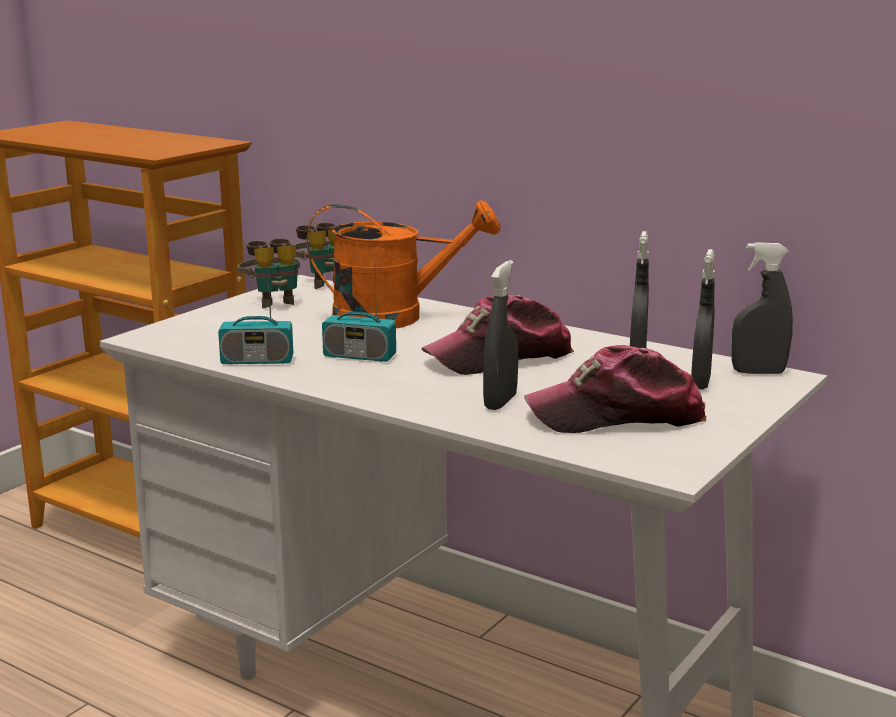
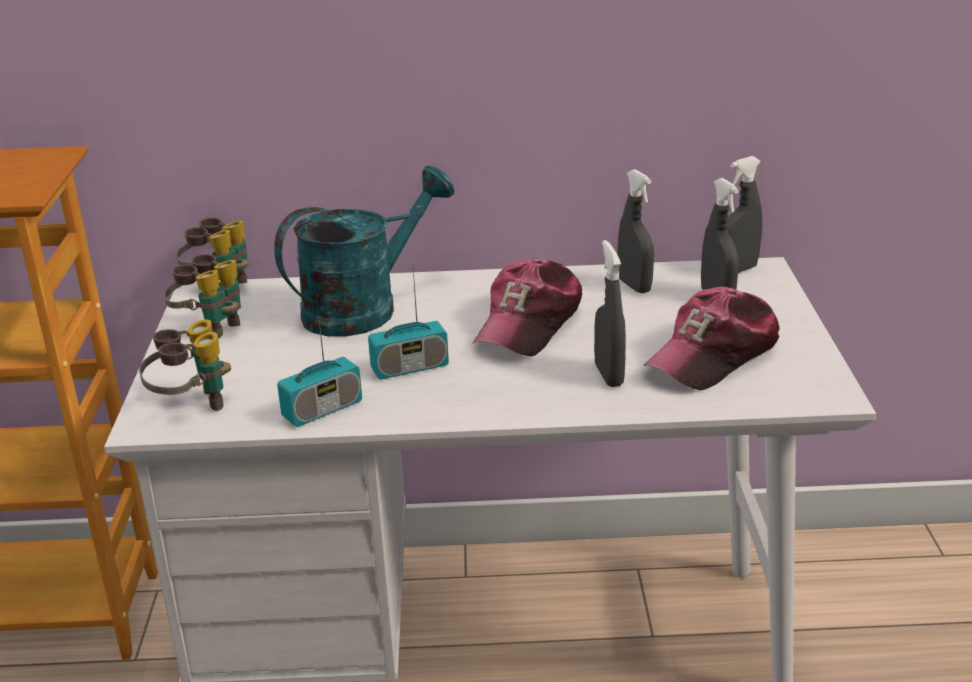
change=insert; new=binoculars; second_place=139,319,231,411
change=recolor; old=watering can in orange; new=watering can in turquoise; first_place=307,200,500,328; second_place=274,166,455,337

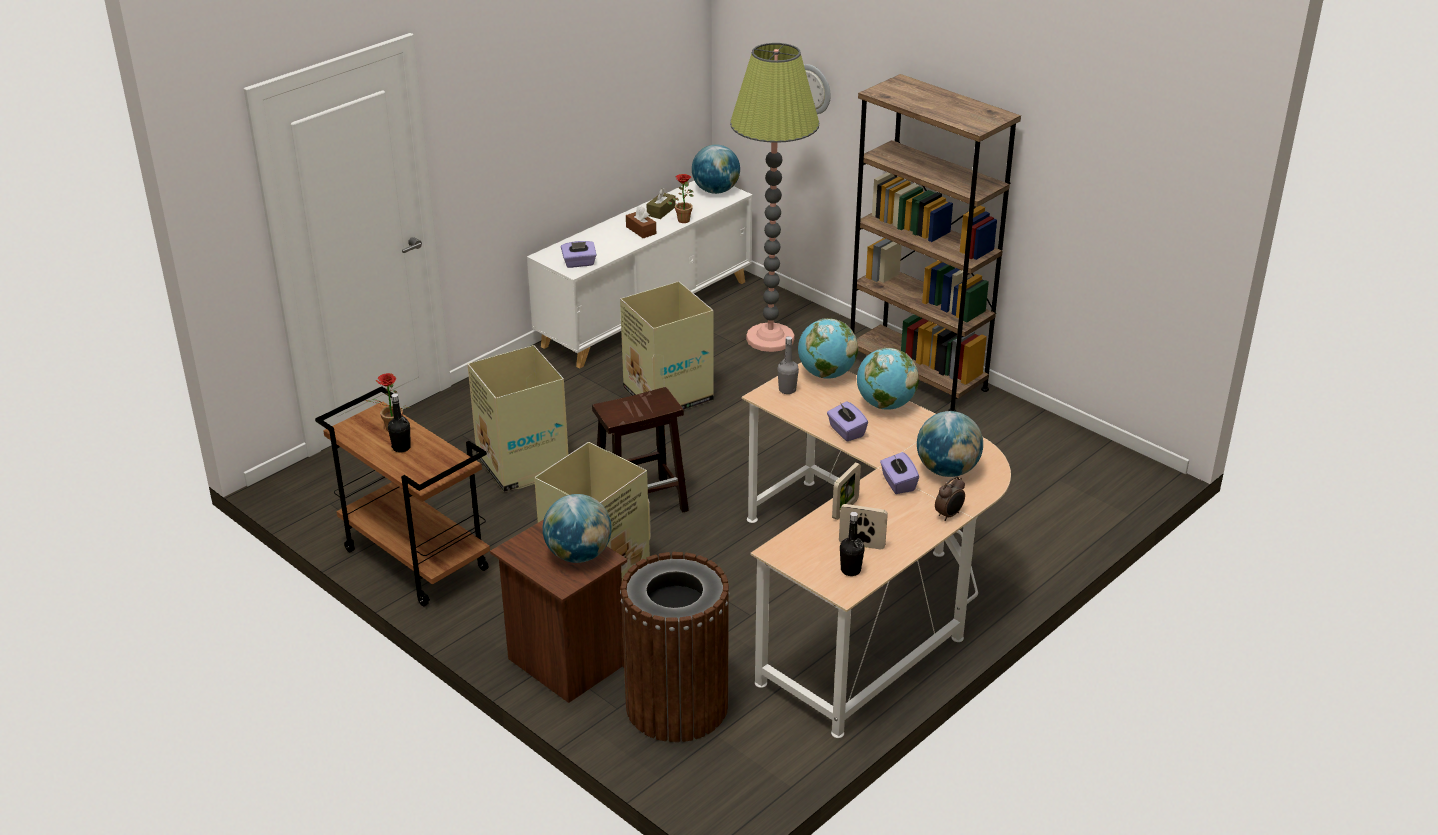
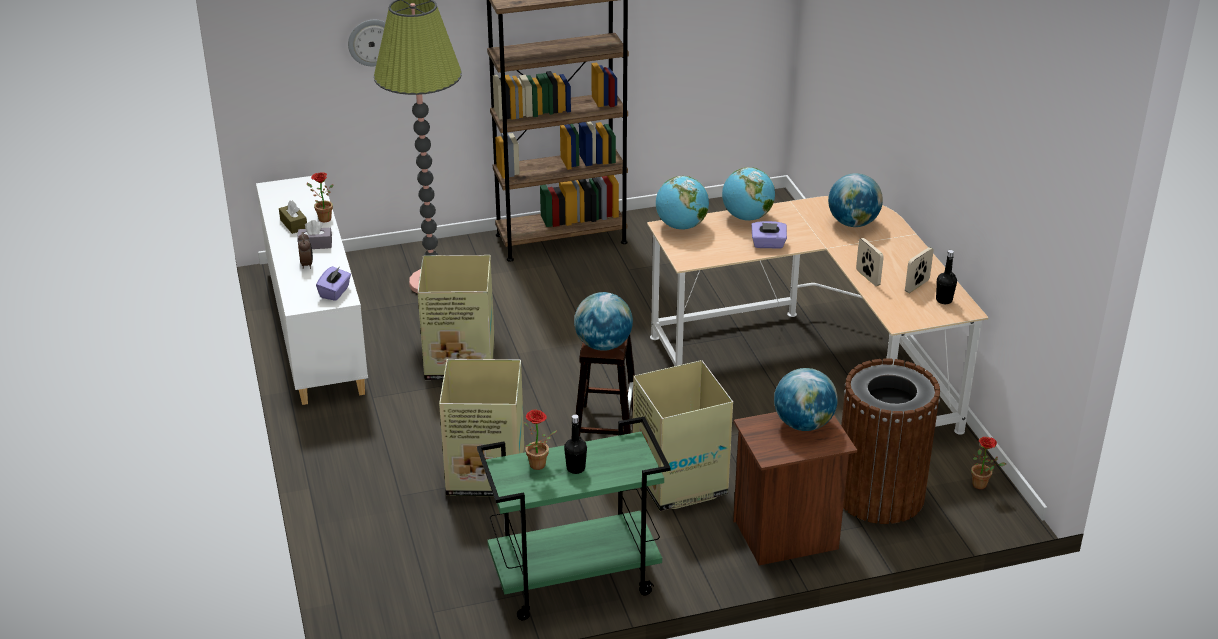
change=delete; old=bottle in grey; first_place=777,336,799,394
change=delete; old=tissue box in purple; first_place=880,452,919,494
change=insert; new=potted plant; second_place=971,437,1006,489
change=move; old=globe; first_place=692,144,740,194; second_place=574,292,633,351
change=move; old=alarm clock; first_place=935,476,965,521; second_place=298,232,313,269
change=recolor; old=cart in brown; new=cart in green; first_place=315,386,490,606; second_place=477,416,671,620
change=recolor; old=tissue box in brown; new=tissue box in grey; first_place=626,206,656,238; second_place=297,220,332,249

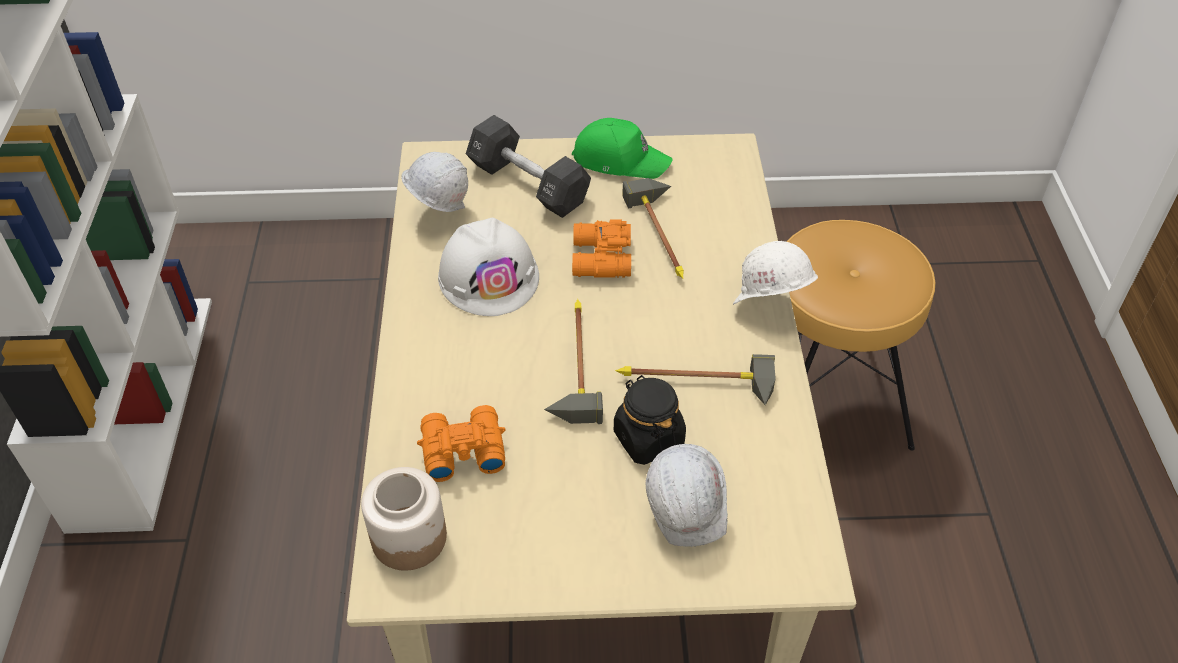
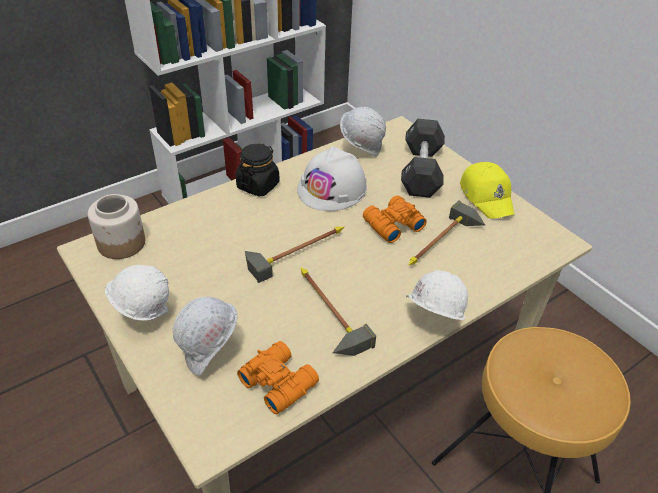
change=insert; new=hard hat in white; second_place=105,265,169,321
change=move; old=binoculars in orange; first_place=417,405,506,482; second_place=237,341,319,415
change=move; old=jar in black; first_place=614,375,686,465; second_place=236,144,280,197
change=recolor; old=cap in green; new=cap in yellow; first_place=572,118,672,179; second_place=460,162,514,219

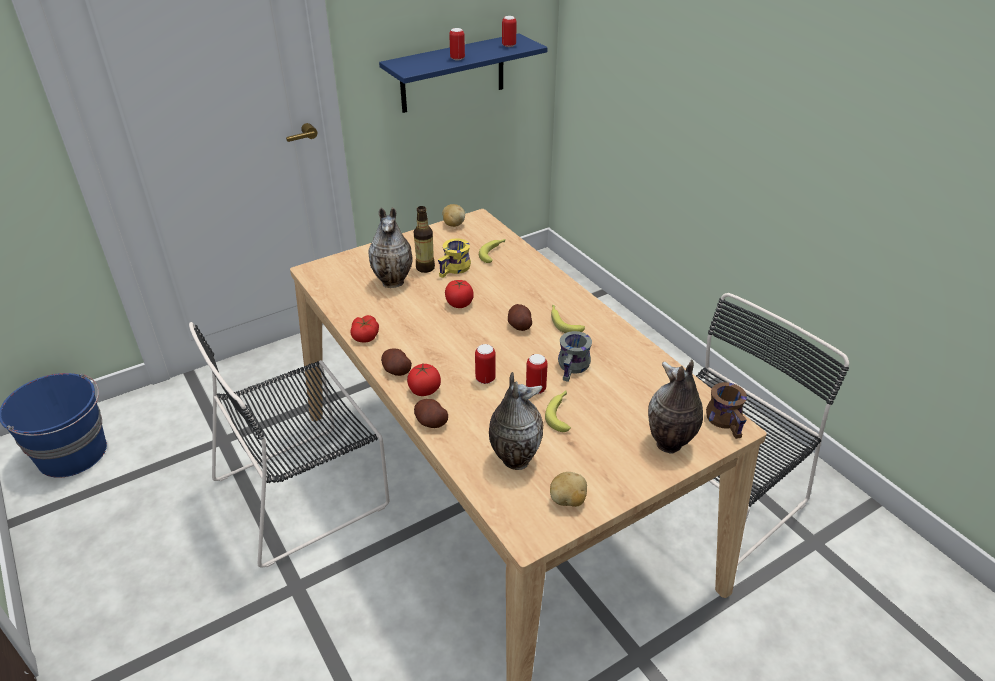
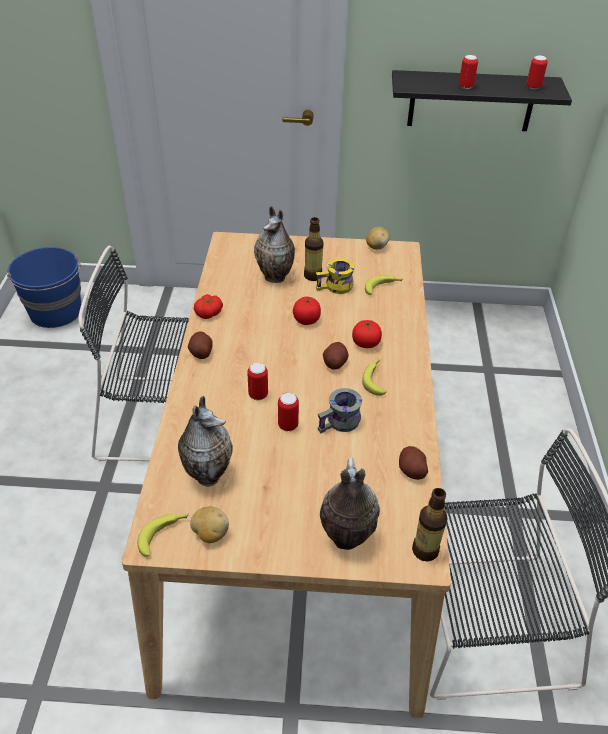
change=move; old=tomato; first_place=407,364,441,396; second_place=352,320,382,348
change=move; old=potato; first_place=414,399,448,428; second_place=399,446,428,480
change=move; old=banana; first_place=545,390,571,432; second_place=138,513,189,557
change=replace; old=mug in brown; new=bottle; first_place=706,382,747,439; second_place=412,488,447,562
change=recolor; old=shelf in blue; new=shelf in black; first_place=379,33,548,113; second_place=392,70,572,131

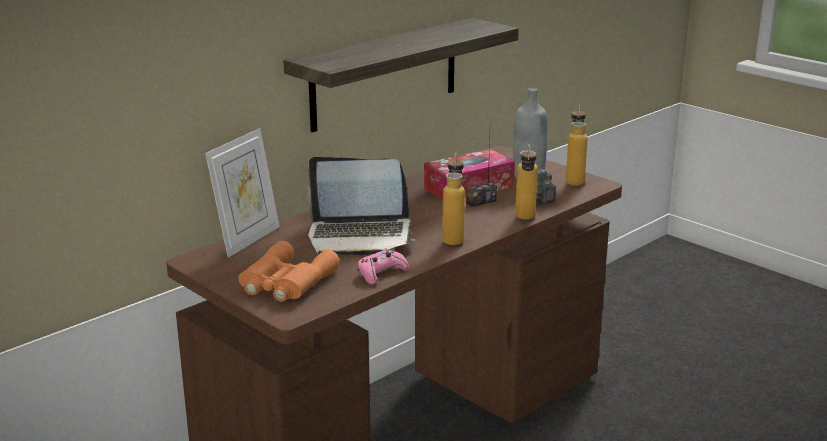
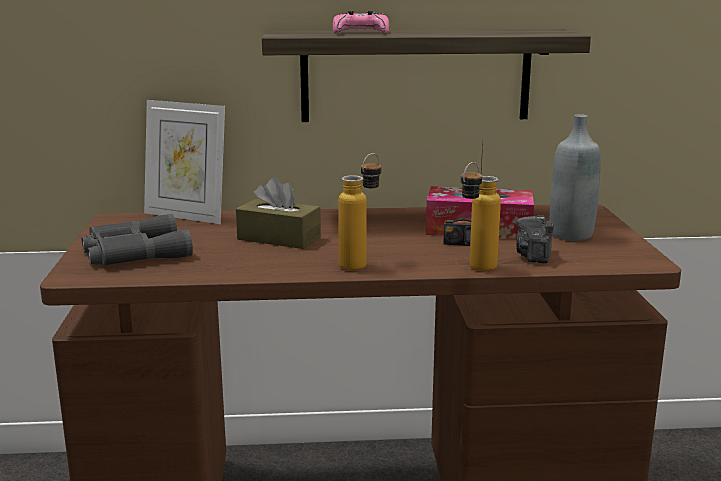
change=delete; old=bottle; first_place=566,105,588,186
change=move; old=game controller in pink; first_place=358,249,409,285; second_place=333,11,389,34
change=replace; old=laptop; new=tissue box in brown; first_place=307,157,415,256; second_place=236,177,321,249
change=recolor; old=binoculars in orange; new=binoculars in grey; first_place=238,241,340,302; second_place=82,214,193,265
change=rotate; old=picture frame; first_place=205,128,280,258; second_place=144,100,225,224; degrees=45

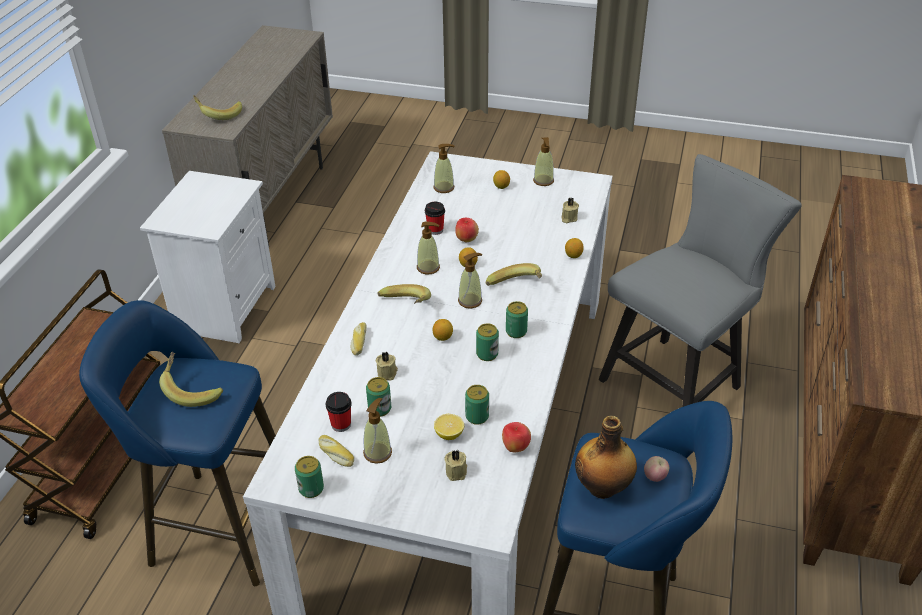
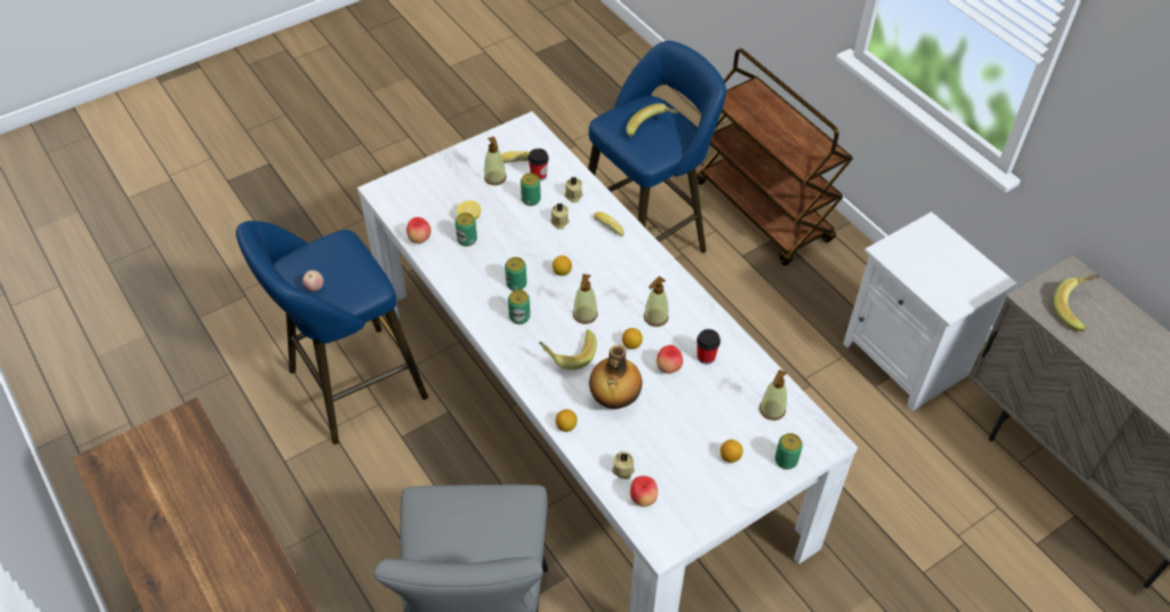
change=delete; old=banana; first_place=377,284,431,304
change=delete; old=soap dispenser; first_place=533,137,554,186
change=insert; new=apple; second_place=630,476,658,507
change=move; old=can; first_place=295,456,324,498; second_place=775,433,803,470
change=move; old=candle in beige; first_place=444,450,467,481; second_place=564,177,583,203
change=move; old=bottle; first_place=575,416,637,499; second_place=589,345,642,409

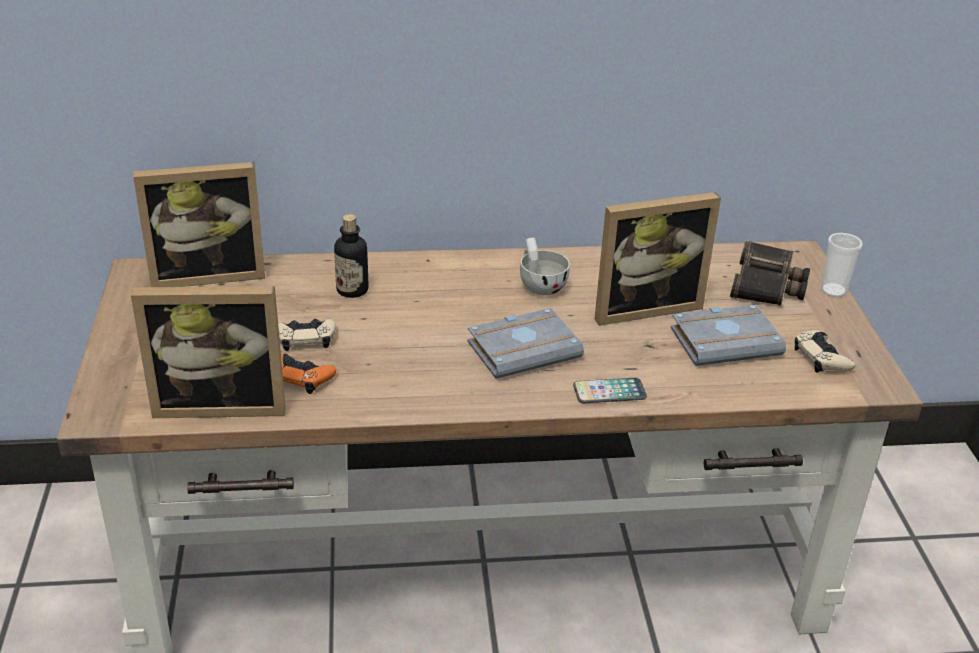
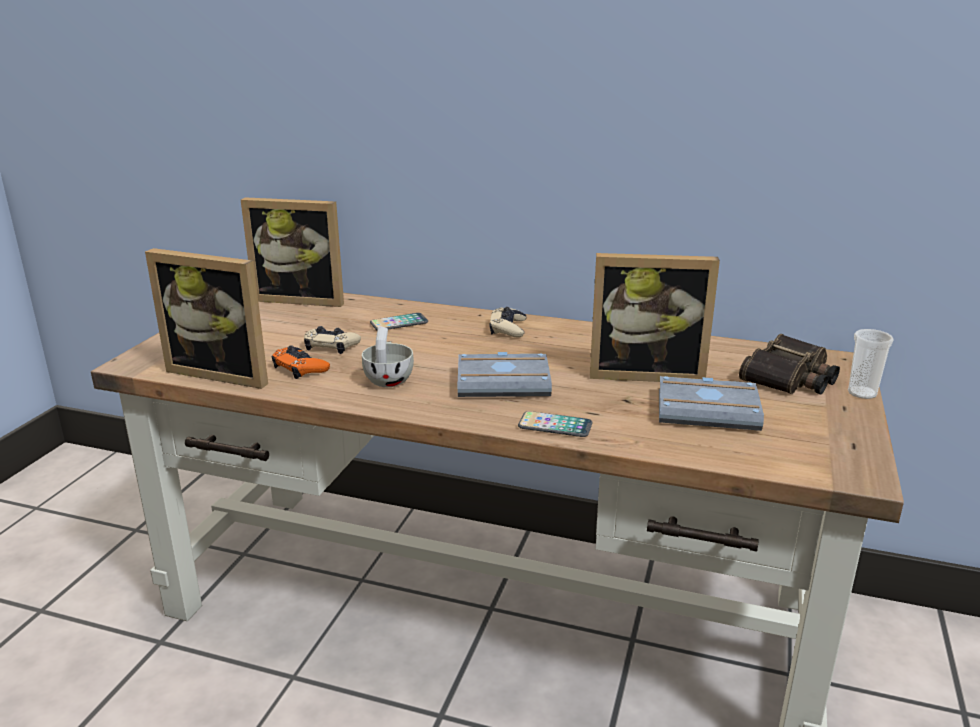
change=move; old=cup in white; first_place=520,237,570,295; second_place=362,327,414,387
change=move; old=game controller in beige; first_place=795,330,855,373; second_place=489,307,526,338
change=replace; old=bottle; new=phone; first_place=334,214,369,298; second_place=370,313,428,330

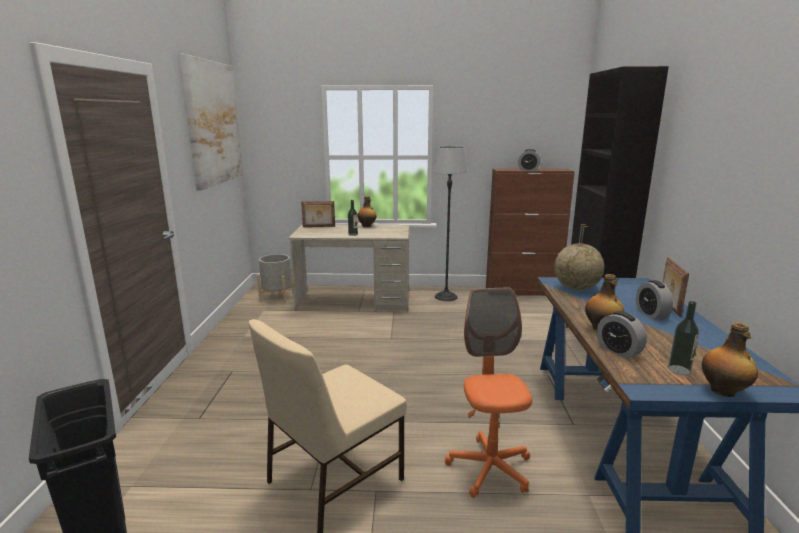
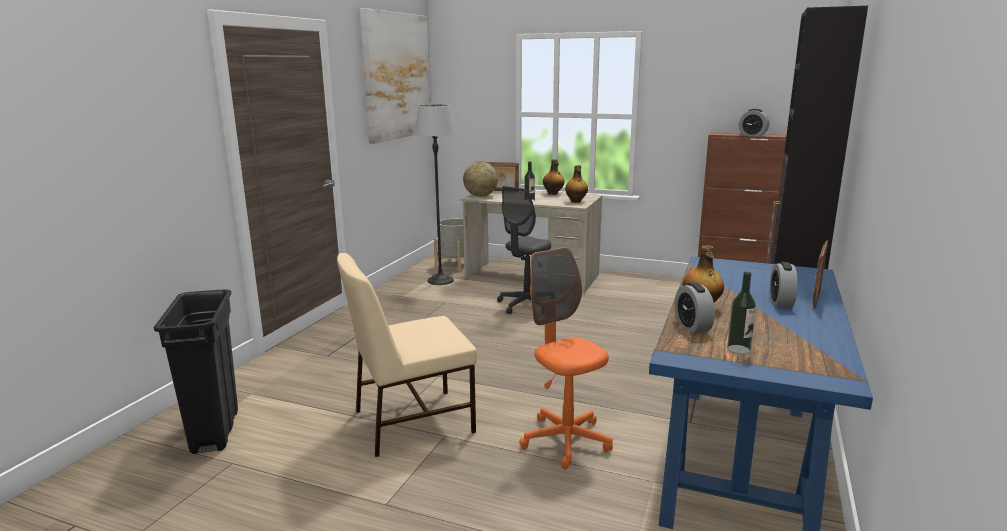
change=insert; new=office chair in grey; second_place=497,186,551,315
change=move; old=floor lamp; first_place=433,146,467,301; second_place=415,104,455,285
change=move; old=globe; first_place=554,243,604,290; second_place=463,161,498,197
change=move; old=bottle; first_place=702,322,758,397; second_place=565,165,588,203
change=rotate; old=office chair in orange; first_place=445,287,532,498; second_place=519,247,613,469; degrees=-45

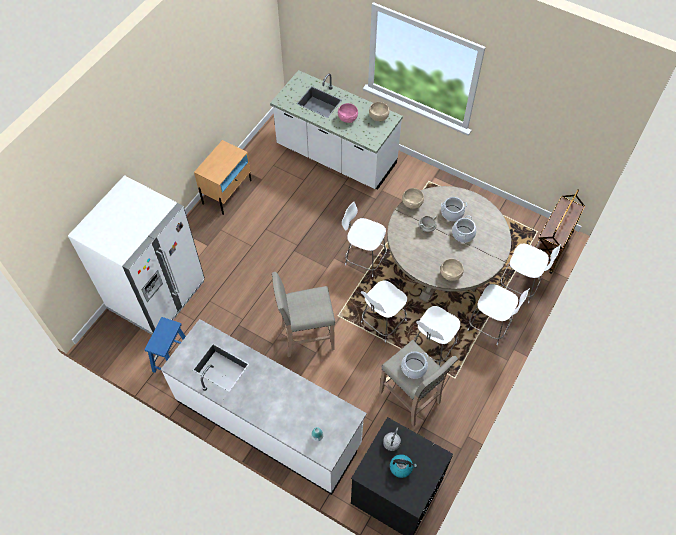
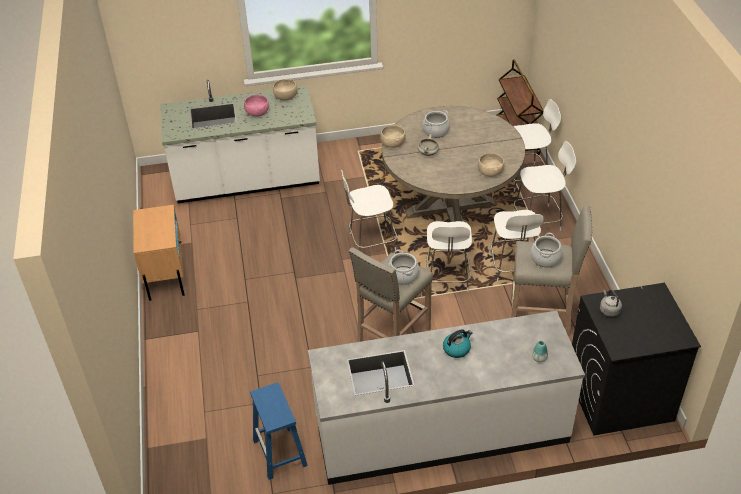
change=delete; old=fridge in white; first_place=68,175,205,335
change=move; old=kettle; first_place=390,454,417,478; second_place=443,329,472,358
change=move; old=cooking pot; first_place=452,215,476,243; second_place=388,250,419,285

